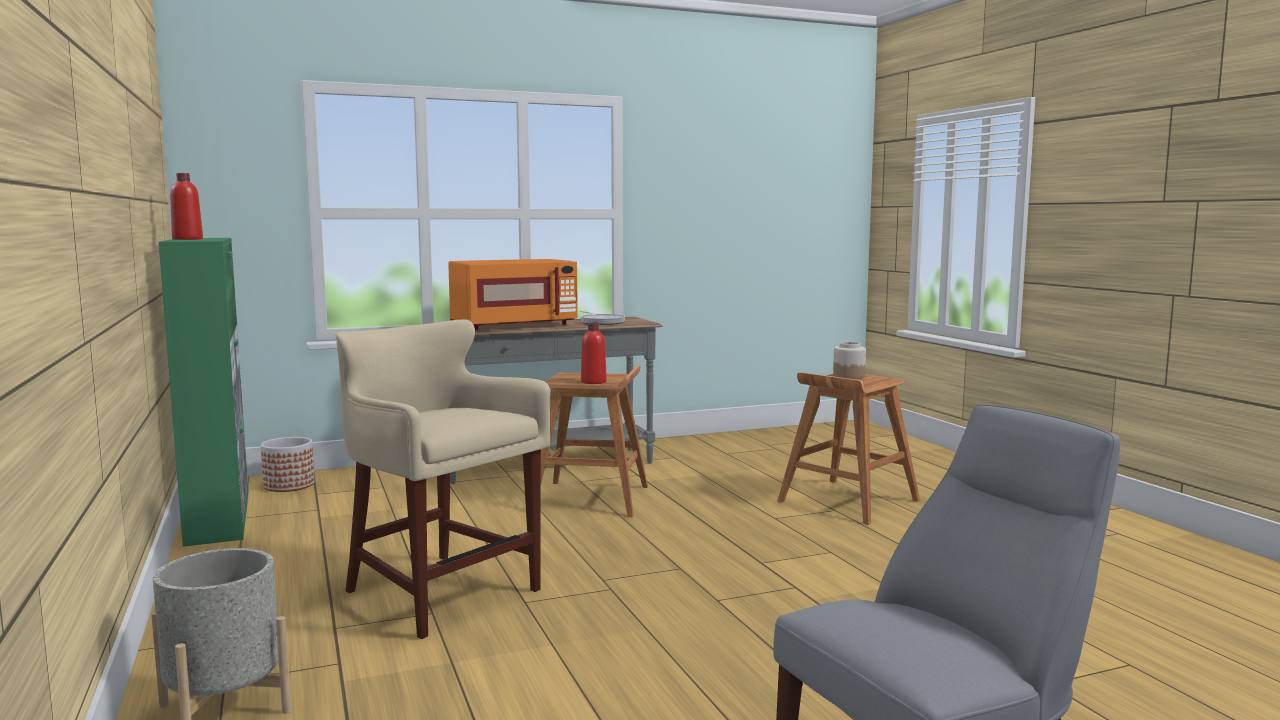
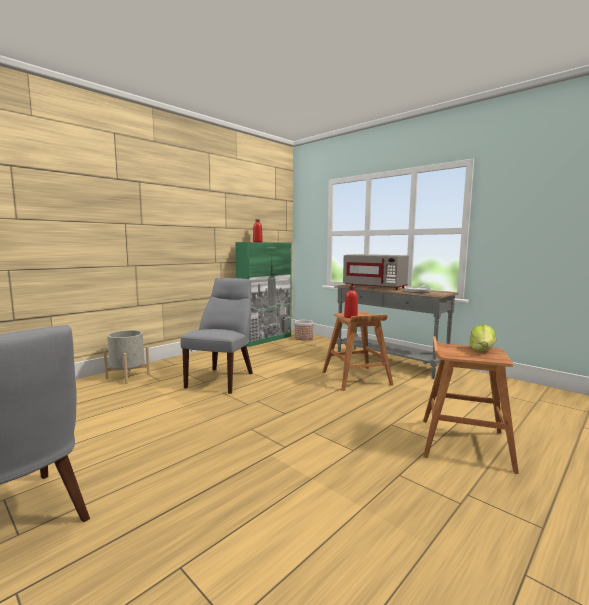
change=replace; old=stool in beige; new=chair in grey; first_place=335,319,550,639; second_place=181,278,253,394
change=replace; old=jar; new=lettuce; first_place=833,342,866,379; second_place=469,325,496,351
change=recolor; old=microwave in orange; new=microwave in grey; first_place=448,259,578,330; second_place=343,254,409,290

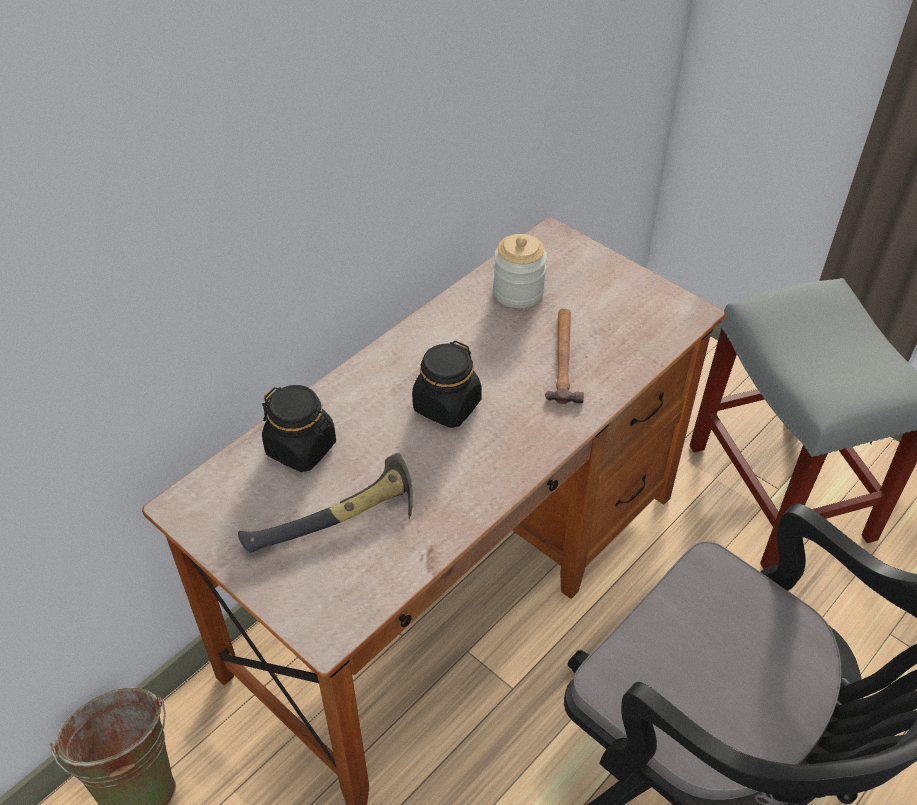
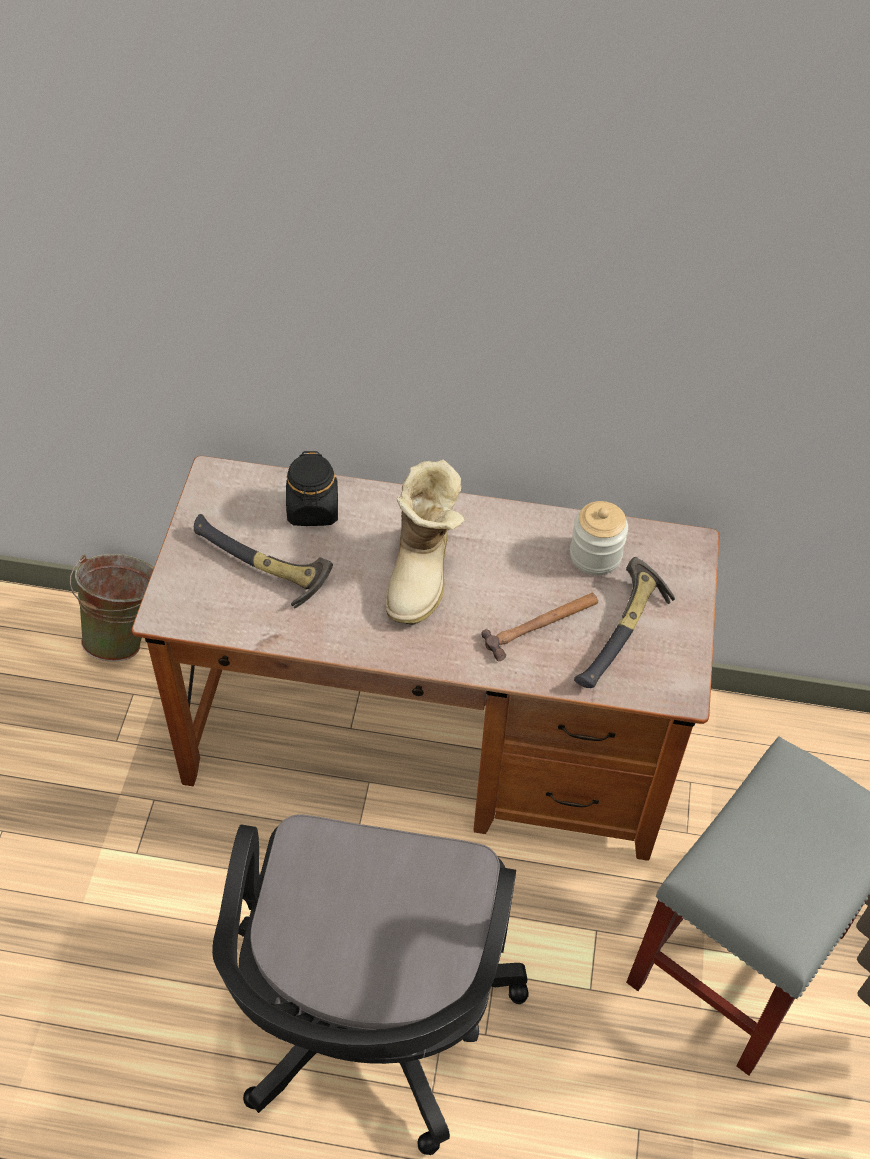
change=insert; new=hammer; second_place=574,557,675,688
change=replace; old=jar in black; new=boot; first_place=412,341,482,428; second_place=385,460,465,625

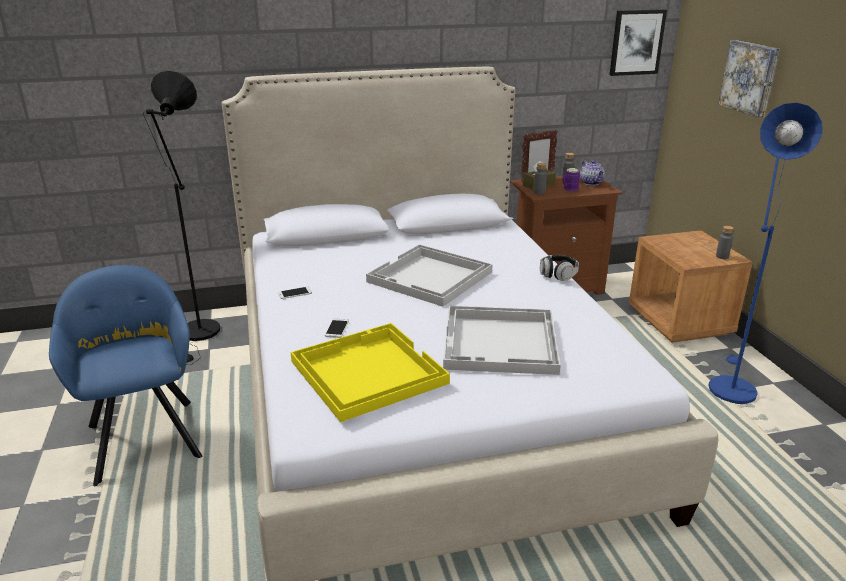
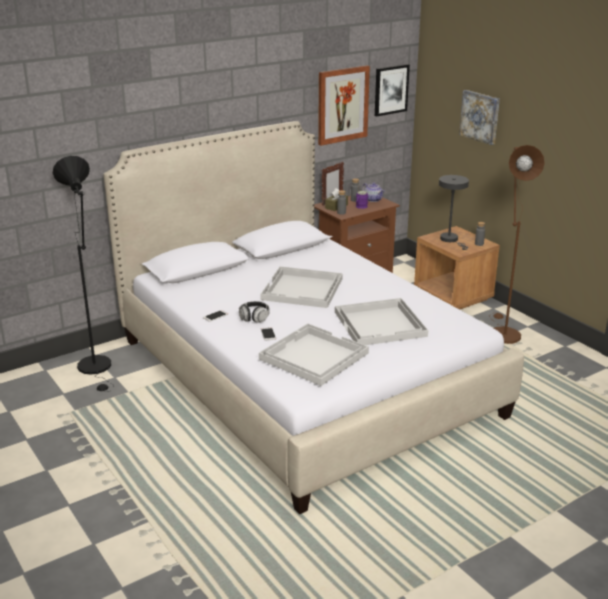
change=delete; old=armchair in blue; first_place=49,265,202,486
change=insert; new=picture; second_place=318,65,370,146
change=insert; new=table lamp in grey; second_place=439,175,469,250
change=move; old=headphones; first_place=540,255,579,281; second_place=239,301,270,323
change=recolor; old=tray in yellow; new=tray in white; first_place=291,323,450,422; second_place=259,324,369,386
change=recolor; old=floor lamp in blue; new=floor lamp in brown; first_place=708,102,822,404; second_place=489,145,545,344

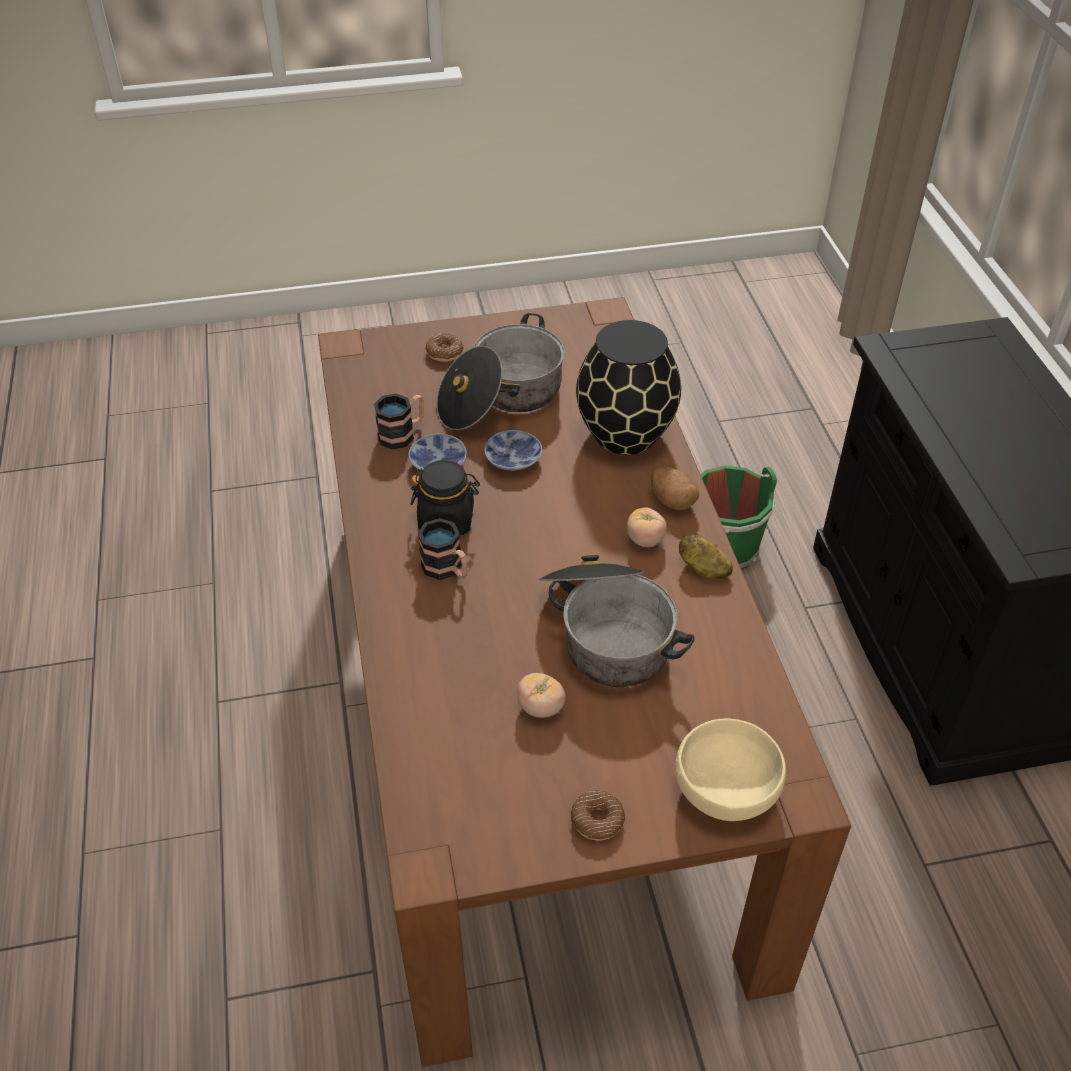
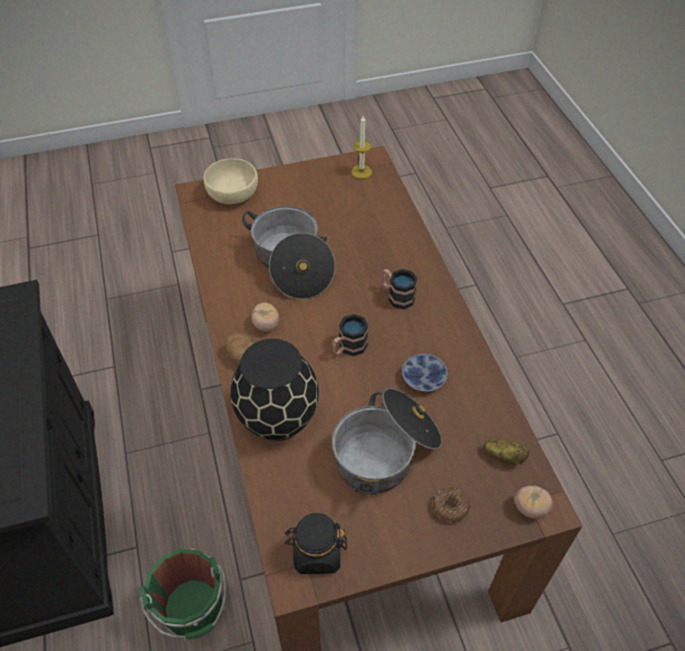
change=delete; old=bowl; first_place=484,430,542,471
change=delete; old=donut; first_place=571,790,625,840
change=insert; new=candle; second_place=351,116,372,179
change=move; old=mug; first_place=374,393,424,449; second_place=332,314,368,356
change=move; old=jar in black; first_place=411,460,480,535; second_place=285,513,347,574
change=move; old=tomato; first_place=517,673,566,718; second_place=515,486,553,519
change=move; old=potato; first_place=679,534,733,579; second_place=483,439,529,464

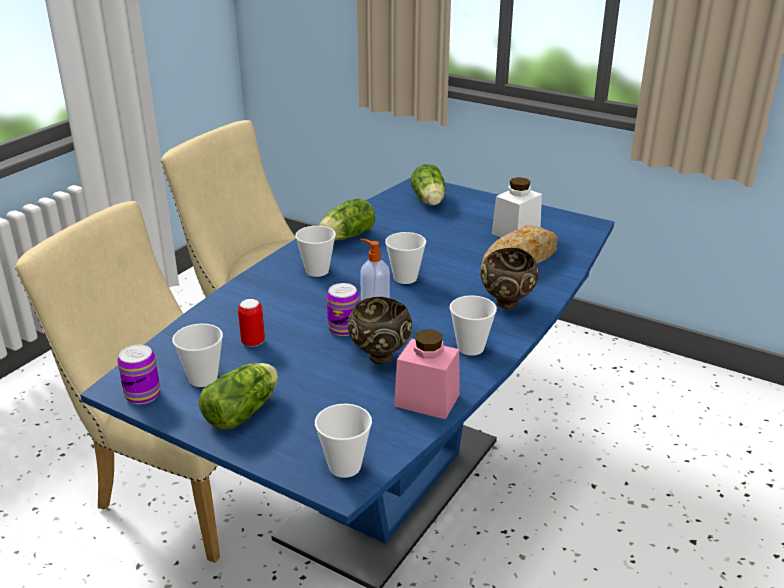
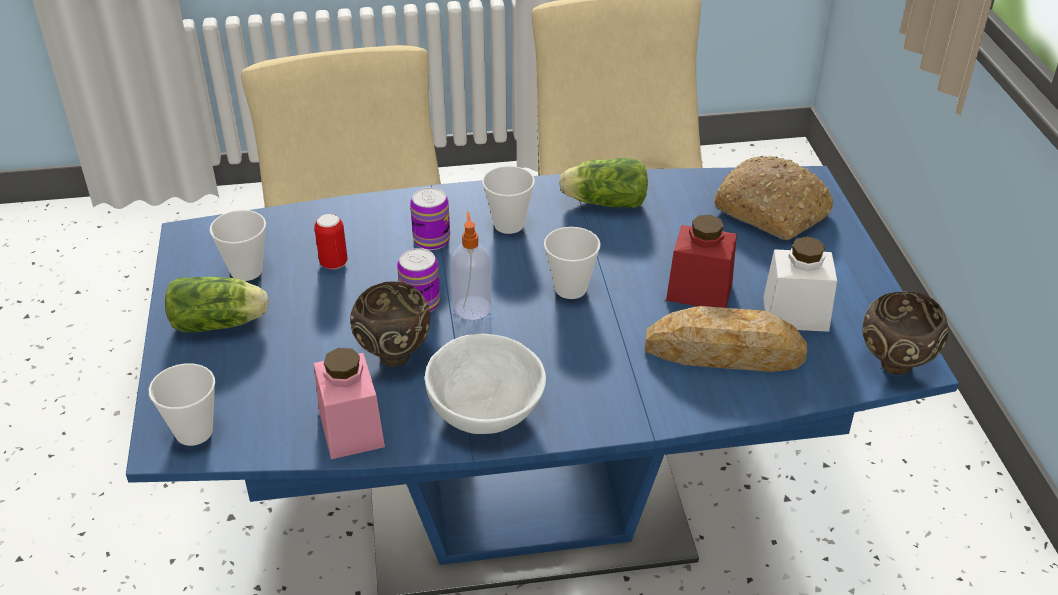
change=insert; new=jar in red; second_place=666,215,737,308
change=move; old=can; first_place=117,345,160,404; second_place=410,188,450,250
change=move; old=bowl in brown; first_place=481,248,539,309; second_place=863,292,948,375
change=replace; old=lettuce; new=bread; first_place=411,164,446,206; second_place=713,156,833,240
change=replace; old=cup; new=bowl in white; first_place=450,295,497,356; second_place=425,334,546,434

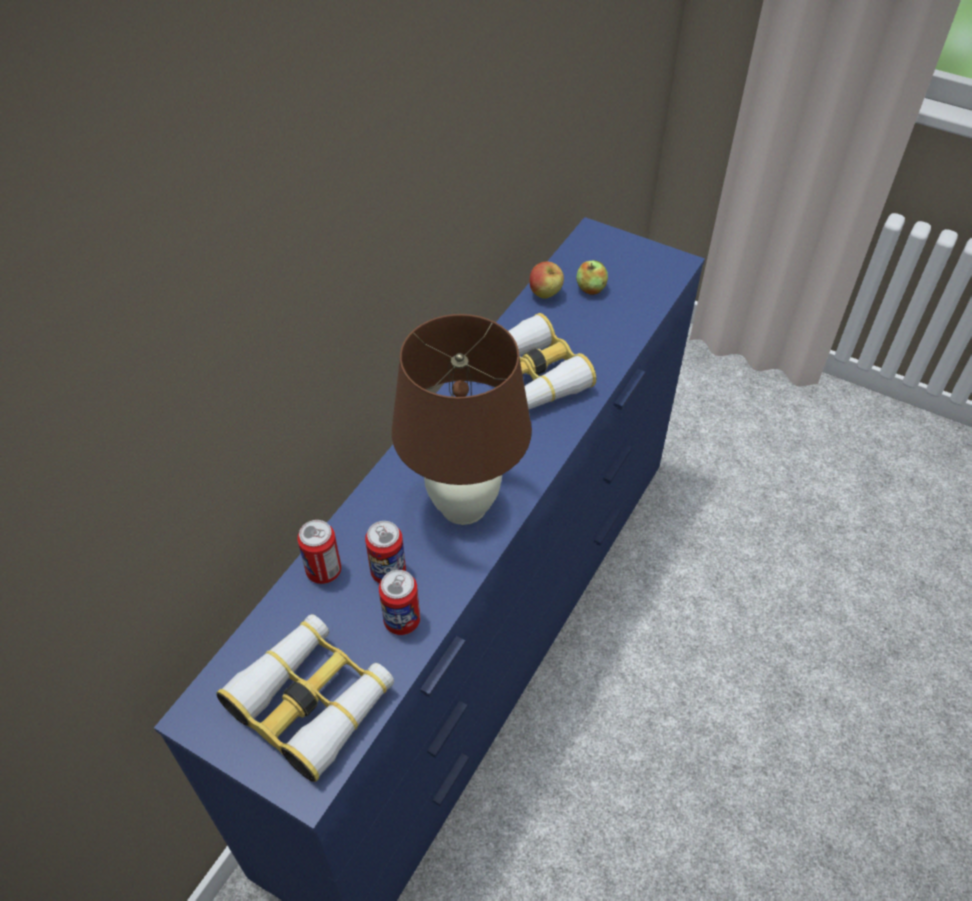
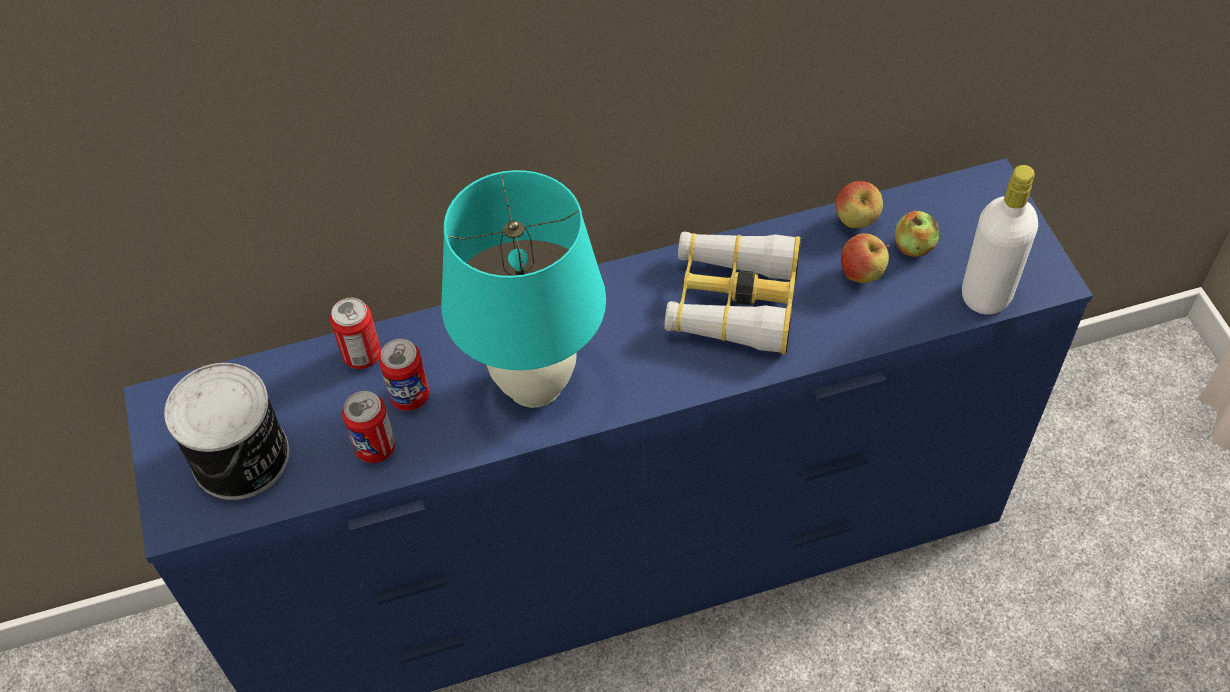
change=insert; new=apple; second_place=841,233,890,283
change=insert; new=bottle in white; second_place=962,165,1038,314
change=replace; old=binoculars; new=can; first_place=216,614,394,782; second_place=164,363,289,500
change=recolor; old=table lamp in brown; new=table lamp in turquoise; first_place=392,314,532,525; second_place=441,170,606,408

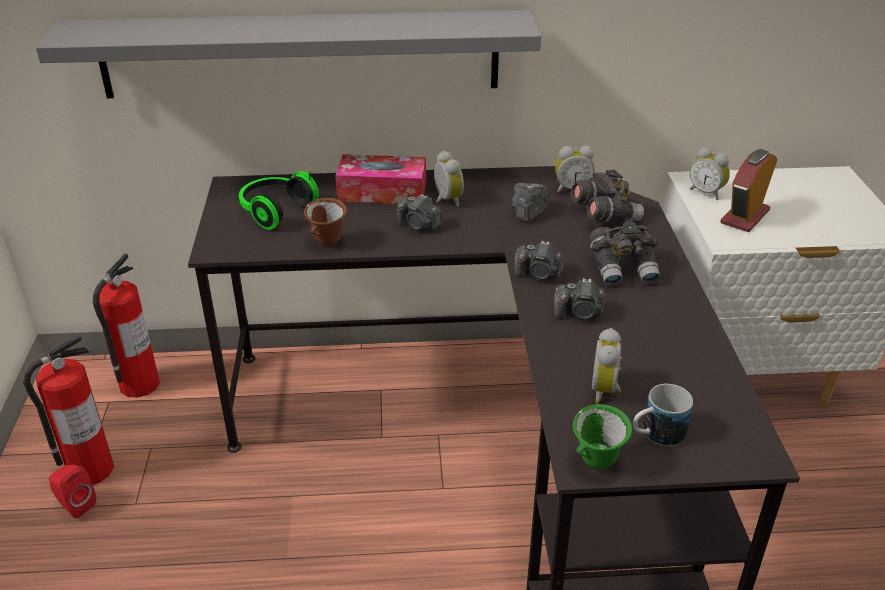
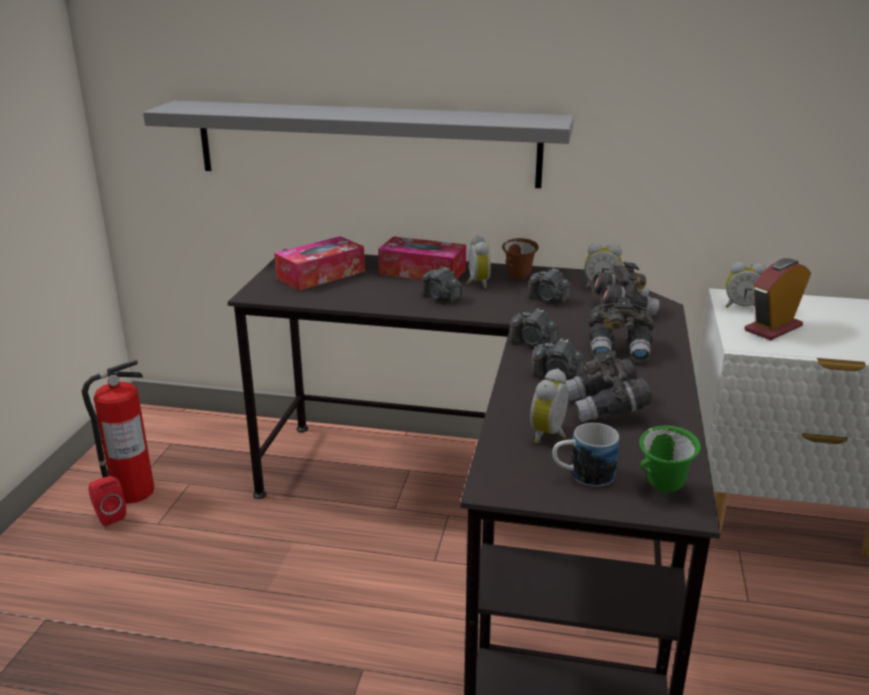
change=delete; old=fire extinguisher; first_place=92,254,160,398
change=insert; new=binoculars in grey; second_place=564,350,652,422
change=move; old=mug in brown; first_place=304,198,347,246; second_place=502,238,539,279
change=move; old=mug in green; first_place=573,404,632,469; second_place=639,425,701,493
change=replace; old=headphones; new=tissue box; first_place=239,170,319,230; second_place=274,236,365,291
change=rotate; old=photo camera; first_place=511,183,549,222; second_place=529,268,572,303; degrees=-105
change=rotate; old=alarm clock; first_place=690,147,730,200; second_place=726,262,766,308; degrees=-45

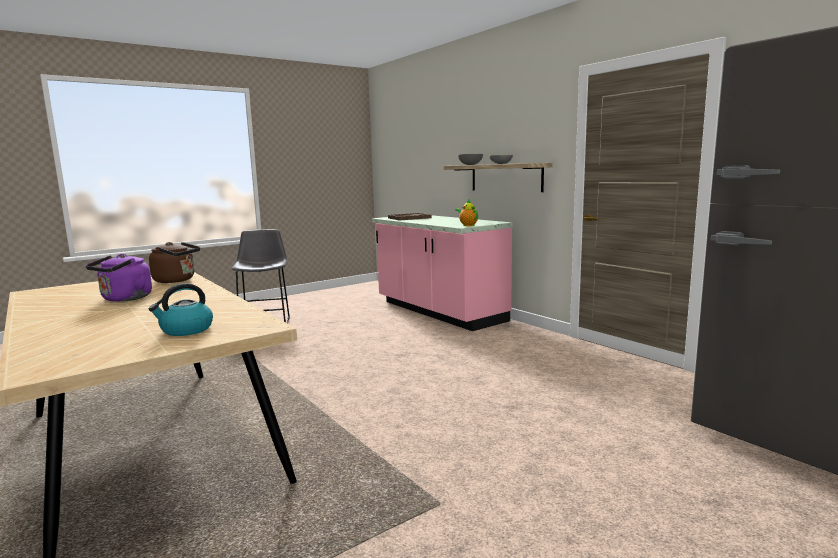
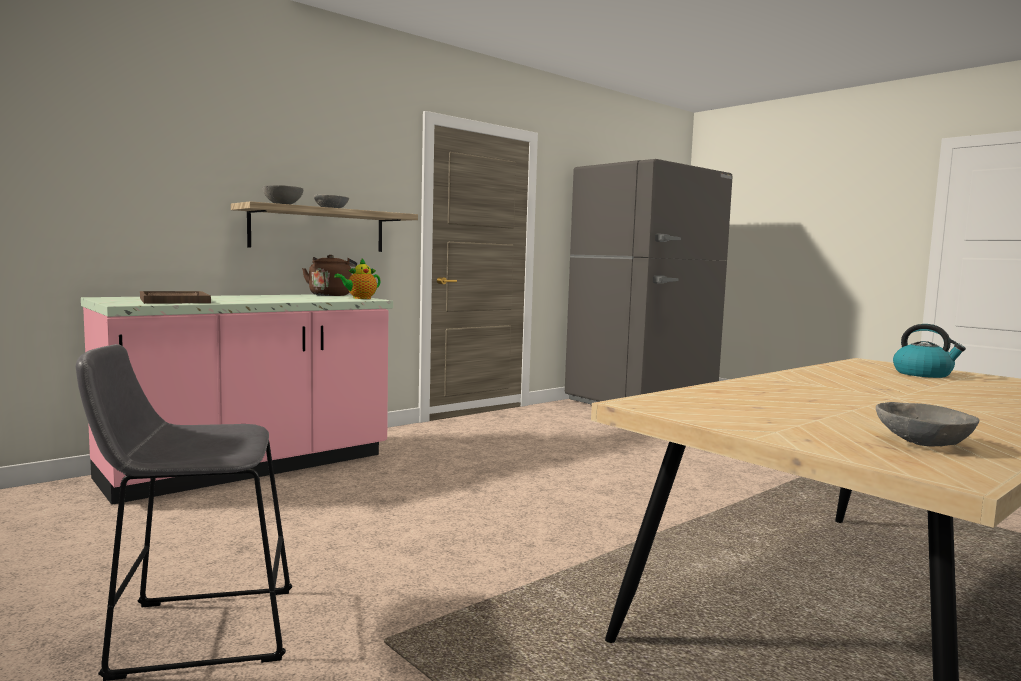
change=delete; old=kettle in purple; first_place=86,254,152,302
change=insert; new=bowl in grey; second_place=876,402,979,447
change=move; old=kettle in brown; first_place=149,242,200,283; second_place=302,255,357,296

